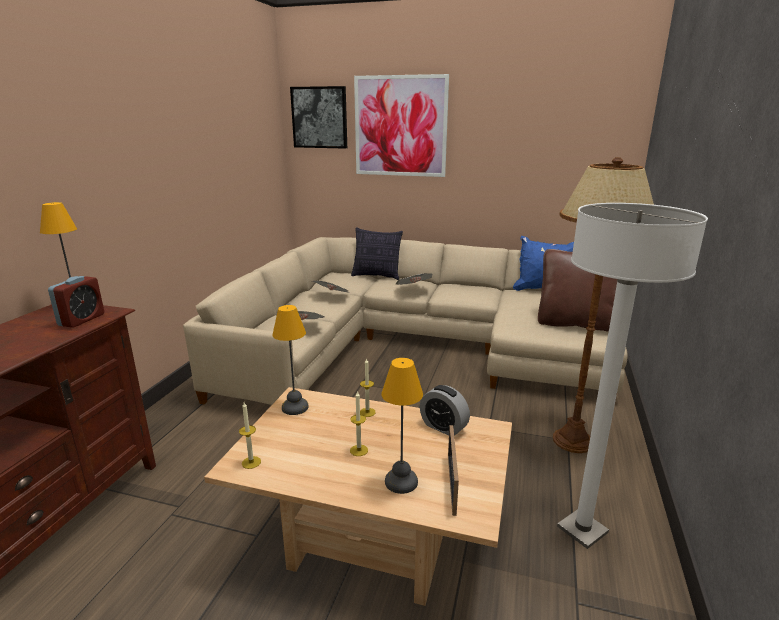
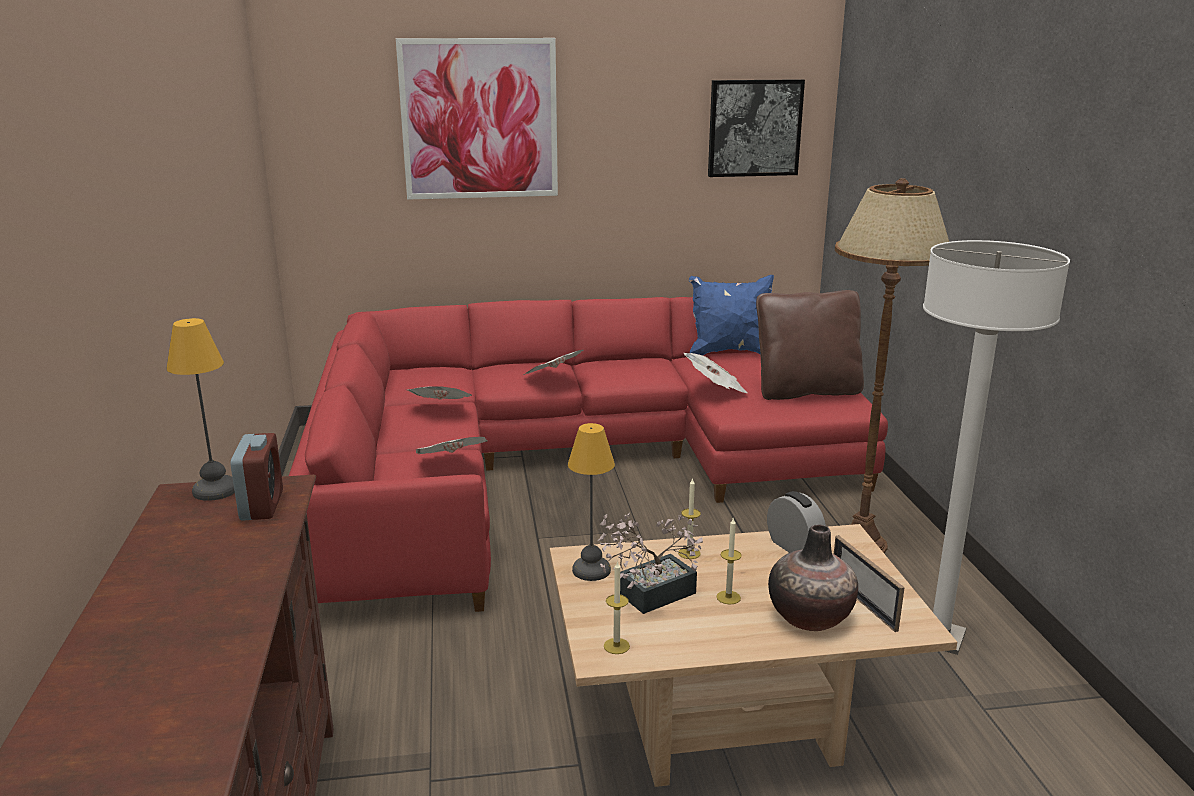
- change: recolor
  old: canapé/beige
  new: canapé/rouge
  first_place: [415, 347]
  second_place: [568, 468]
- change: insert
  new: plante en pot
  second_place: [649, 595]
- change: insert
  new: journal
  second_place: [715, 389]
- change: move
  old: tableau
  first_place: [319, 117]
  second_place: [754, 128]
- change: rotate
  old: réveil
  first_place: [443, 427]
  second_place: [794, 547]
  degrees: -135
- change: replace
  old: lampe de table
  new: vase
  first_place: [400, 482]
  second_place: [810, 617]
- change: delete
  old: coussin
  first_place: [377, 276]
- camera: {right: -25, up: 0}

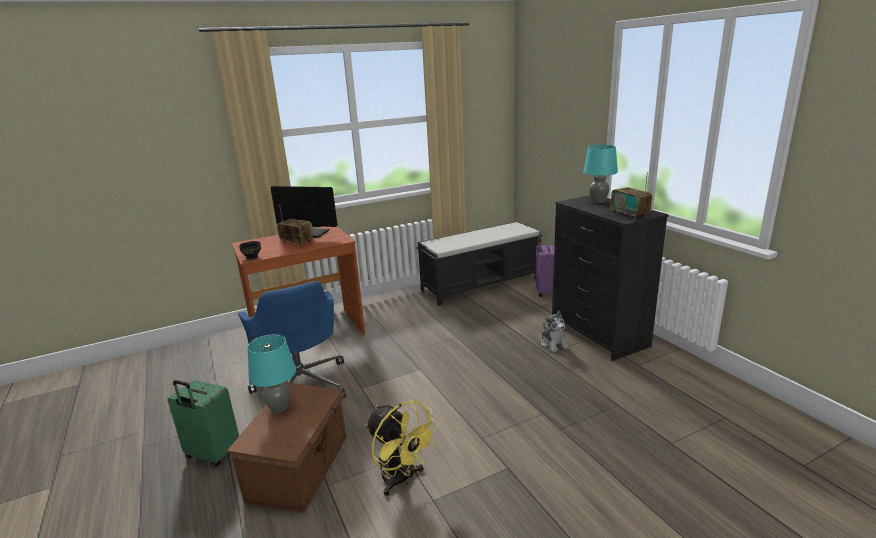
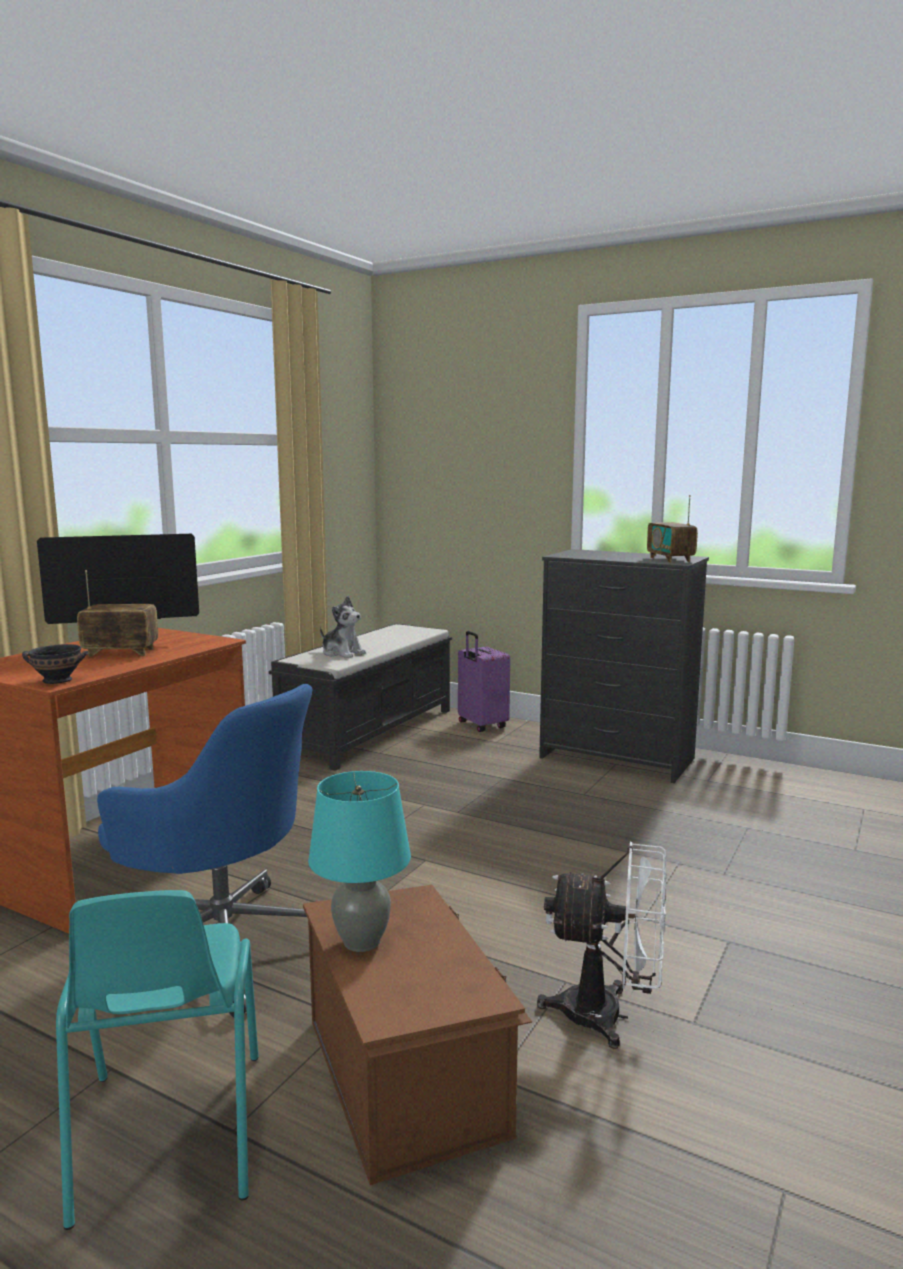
- change: replace
  old: valise/vert
  new: chaise/turquoise
  first_place: [212, 455]
  second_place: [168, 1136]
- change: move
  old: peluche
  first_place: [553, 344]
  second_place: [342, 653]
- change: recolor
  old: ventilateur/jaune
  new: ventilateur/blanc
  first_place: [402, 480]
  second_place: [609, 1016]
- change: rotate
  old: radio
  first_place: [629, 215]
  second_place: [670, 559]
  degrees: 45
- change: delete
  old: lampe de table/turquoise
  first_place: [598, 201]
- camera: {right: -35, up: -10}

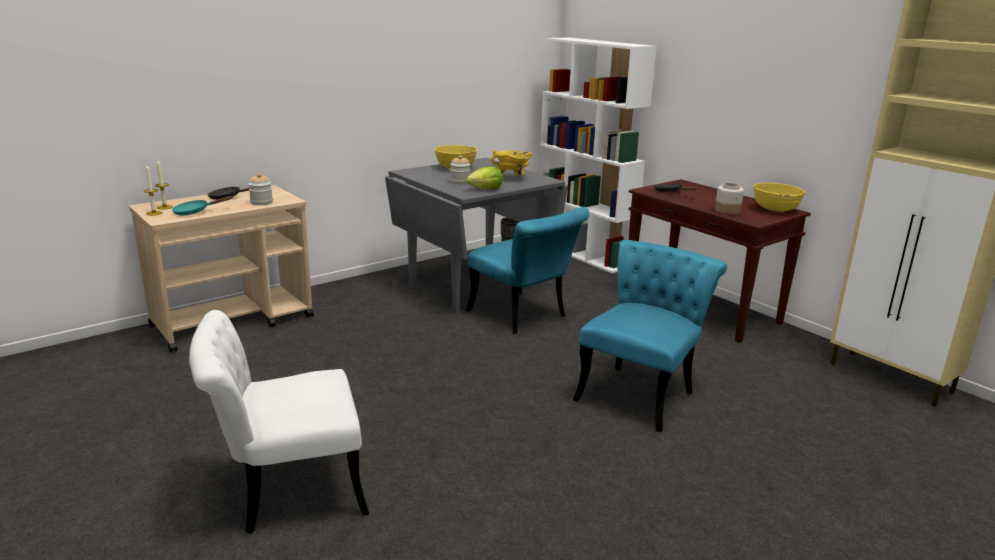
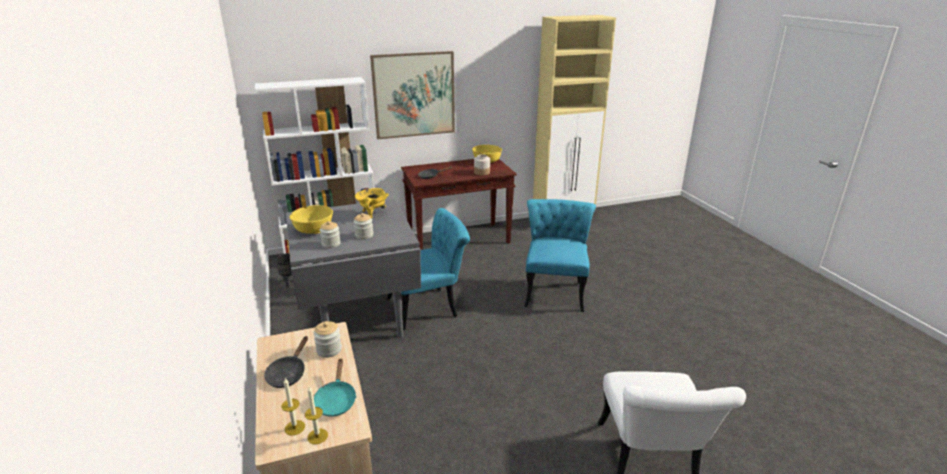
- change: insert
  new: bocal
  second_place: [331, 244]
- change: insert
  new: tableau
  second_place: [414, 95]
- change: rotate
  old: chaise/turquoise
  first_place: [640, 392]
  second_place: [555, 290]
  degrees: 45
- change: delete
  old: laitue
  first_place: [485, 189]
- camera: {right: -70, up: 5}

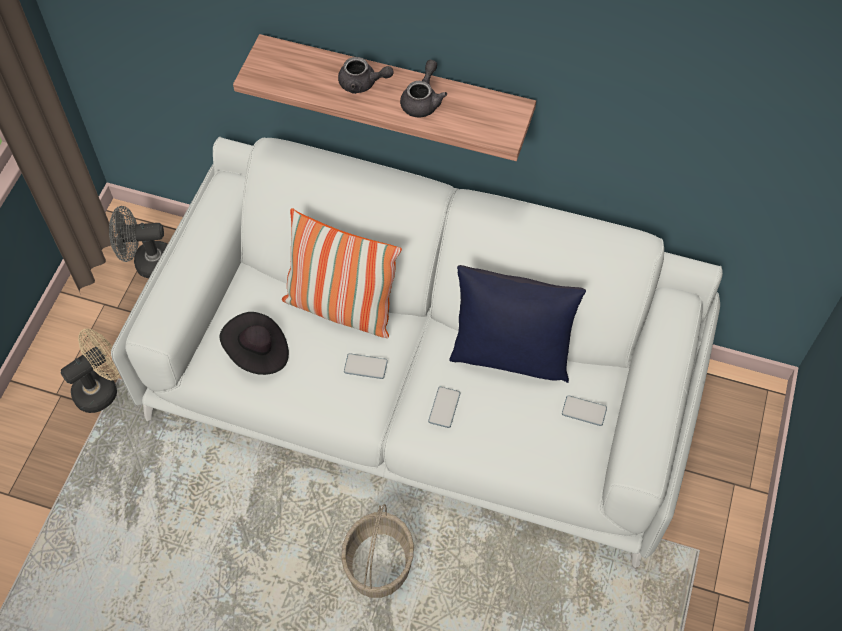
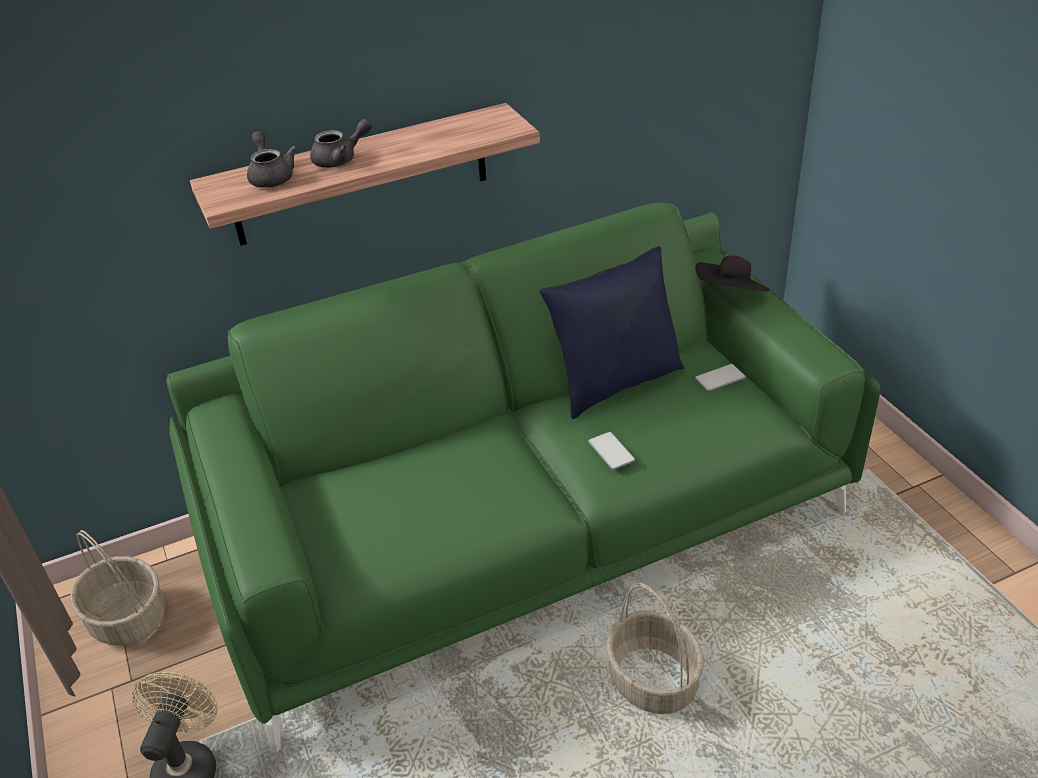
- change: replace
  old: ventilateur/gris
  new: panier
  first_place: [148, 263]
  second_place: [129, 619]
- change: recolor
  old: canapé/blanc
  new: canapé/vert
  first_place: [421, 392]
  second_place: [528, 527]
- change: move
  old: théière/gris
  first_place: [422, 101]
  second_place: [271, 176]
- change: move
  old: chapeau/noir
  first_place: [258, 353]
  second_place: [730, 295]
- change: delete
  old: coussin
  first_place: [341, 308]
- change: delete
  old: téléphone
  first_place: [365, 366]
- camera: {right: -40, up: -20}

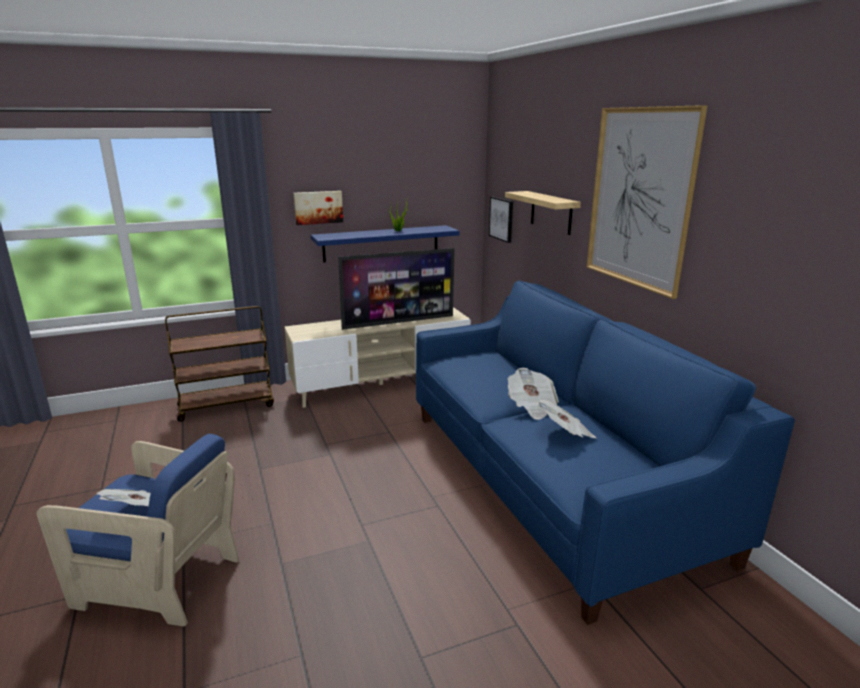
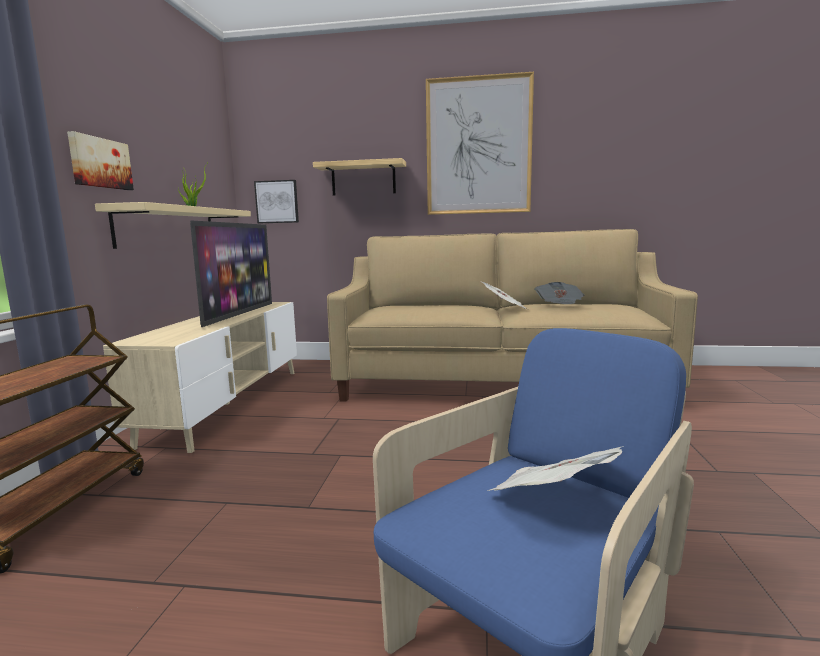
- change: recolor
  old: étagère/bleu
  new: étagère/beige
  first_place: [381, 243]
  second_place: [168, 227]
- change: recolor
  old: canapé/bleu
  new: canapé/beige
  first_place: [551, 479]
  second_place: [498, 382]
- camera: {right: -60, up: -10}

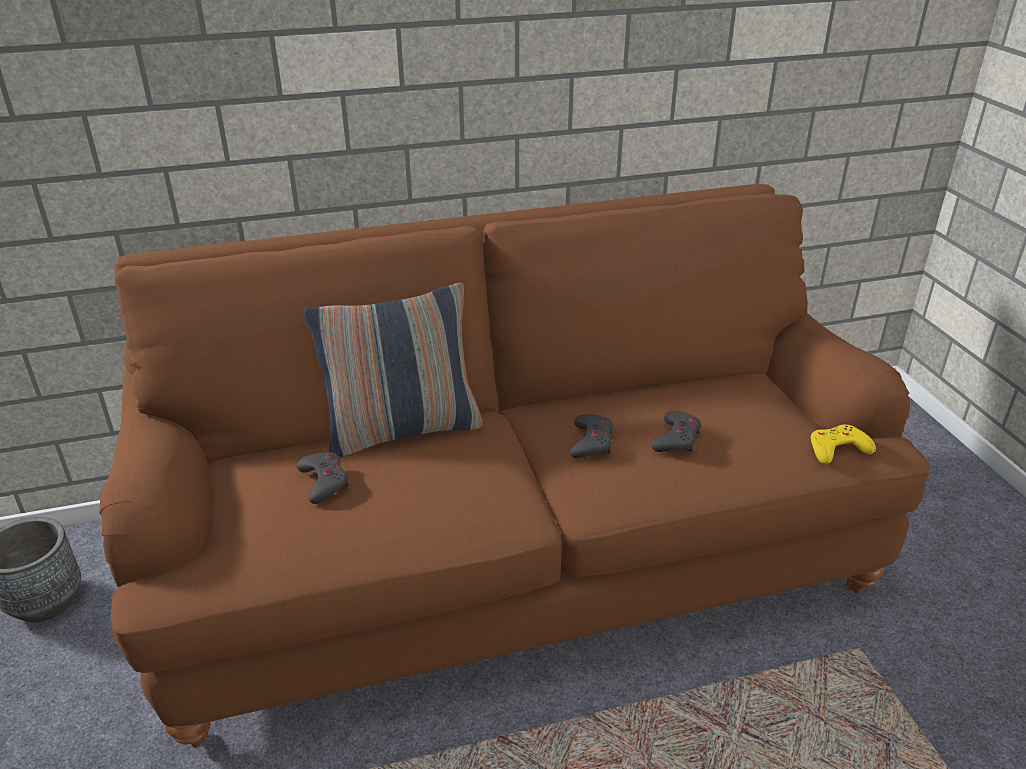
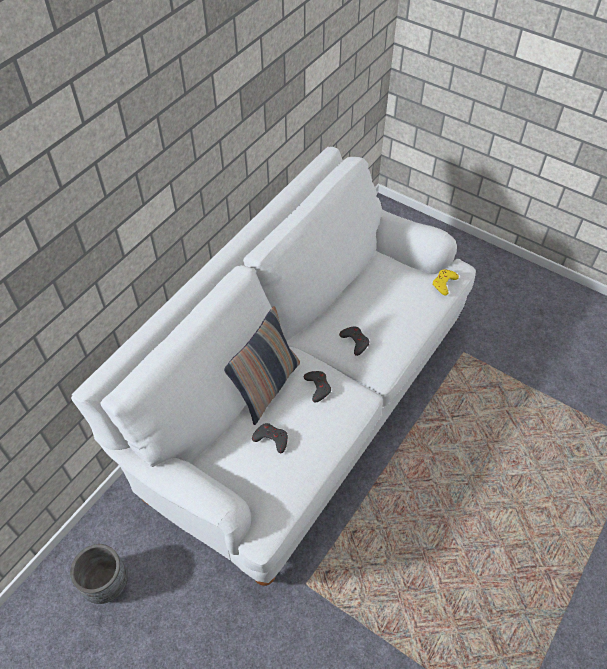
- change: recolor
  old: canapé/marron
  new: canapé/blanc
  first_place: [513, 559]
  second_place: [302, 402]
- change: move
  old: manette/gris
  first_place: [676, 438]
  second_place: [318, 387]
- camera: {right: -40, up: 20}

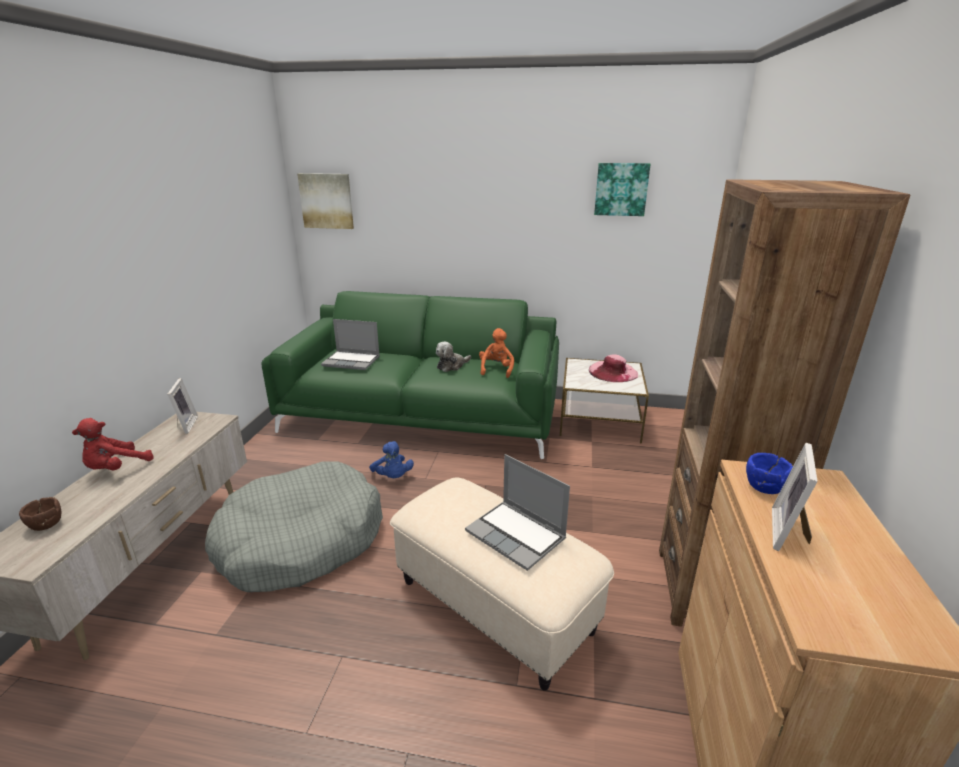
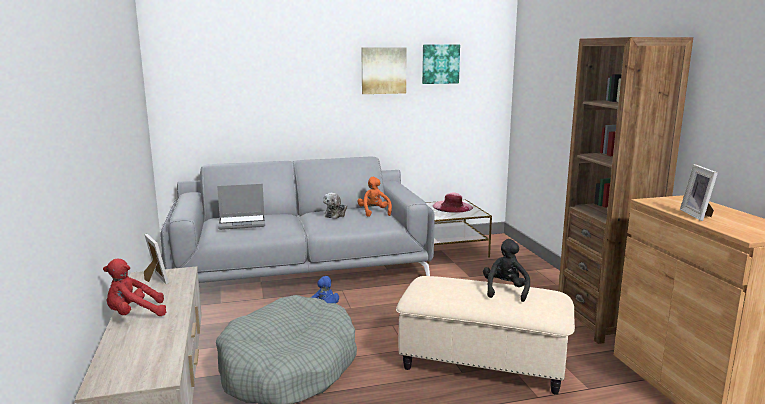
- change: rotate
  old: peluche/rouge
  first_place: [116, 468]
  second_place: [134, 314]
  degrees: 60
- change: recolor
  old: canapé/vert
  new: canapé/gris
  first_place: [422, 416]
  second_place: [301, 270]
- change: move
  old: tableau
  first_place: [327, 201]
  second_place: [383, 70]
- change: replace
  old: ordinateur portable
  new: peluche/noir
  first_place: [517, 535]
  second_place: [505, 291]
- change: delete
  old: bol/marron
  first_place: [46, 524]
- change: delete
  old: bol/bleu
  first_place: [764, 487]
- camera: {right: -25, up: -10}

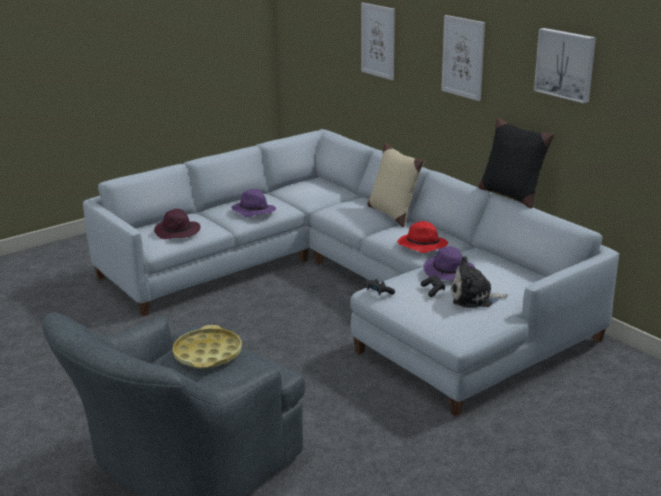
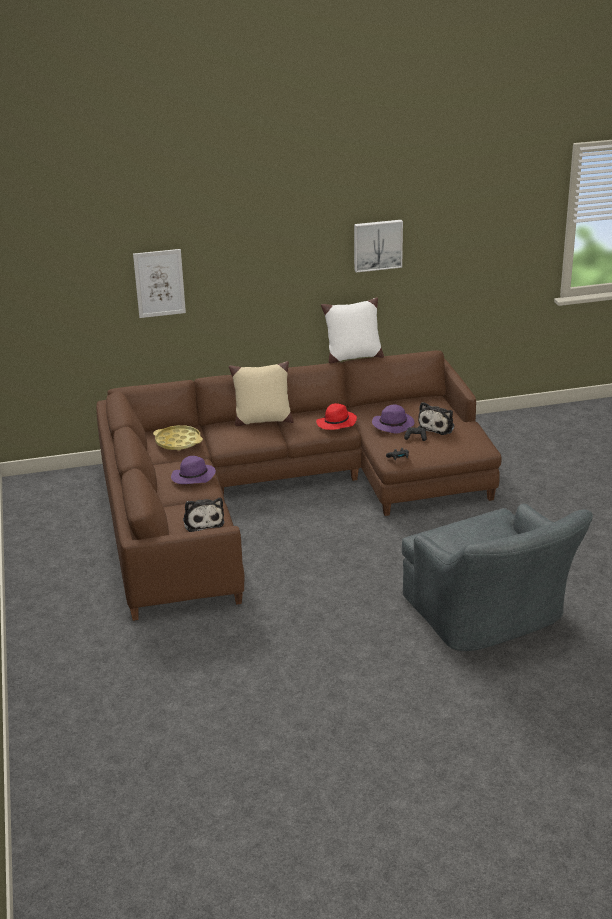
- change: recolor
  old: canapé/gris
  new: canapé/marron
  first_place: [350, 286]
  second_place: [278, 493]
- change: move
  old: plateau/jaune
  first_place: [207, 354]
  second_place: [178, 442]
- change: replace
  old: chapeau/violet
  new: peluche
  first_place: [178, 232]
  second_place: [203, 521]
- change: recolor
  old: coussin/noir
  new: coussin/blanc
  first_place: [510, 195]
  second_place: [353, 357]
- change: delete
  old: tableau
  first_place: [463, 57]
- camera: {right: -65, up: 5}

